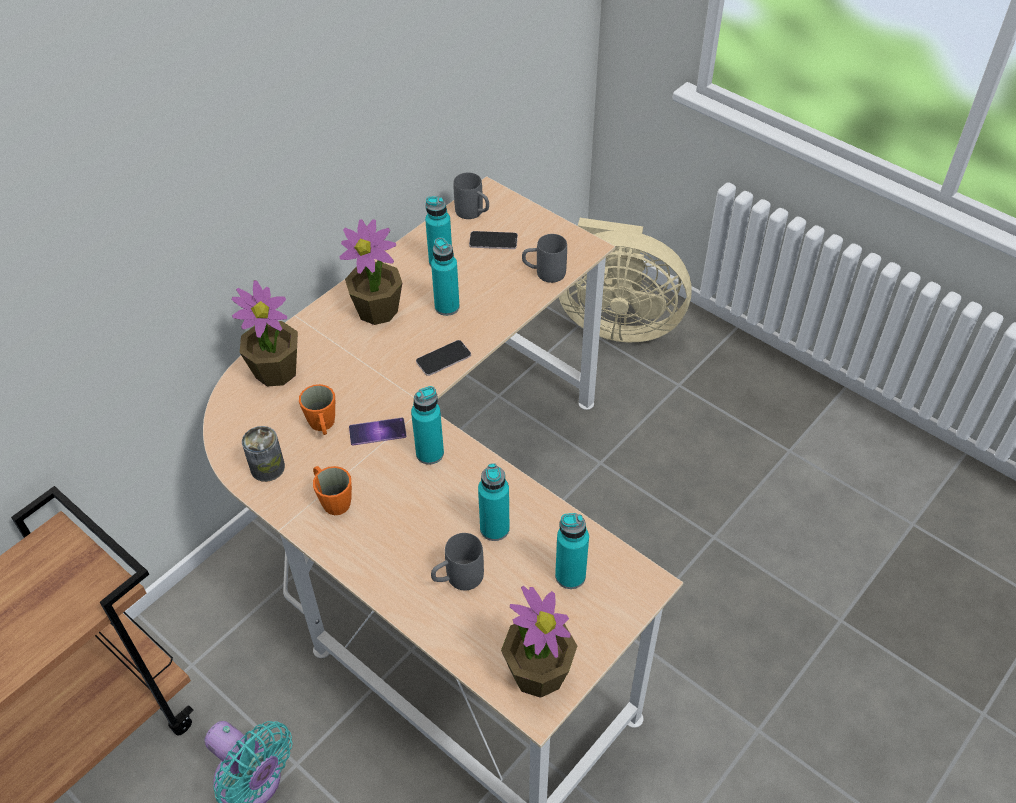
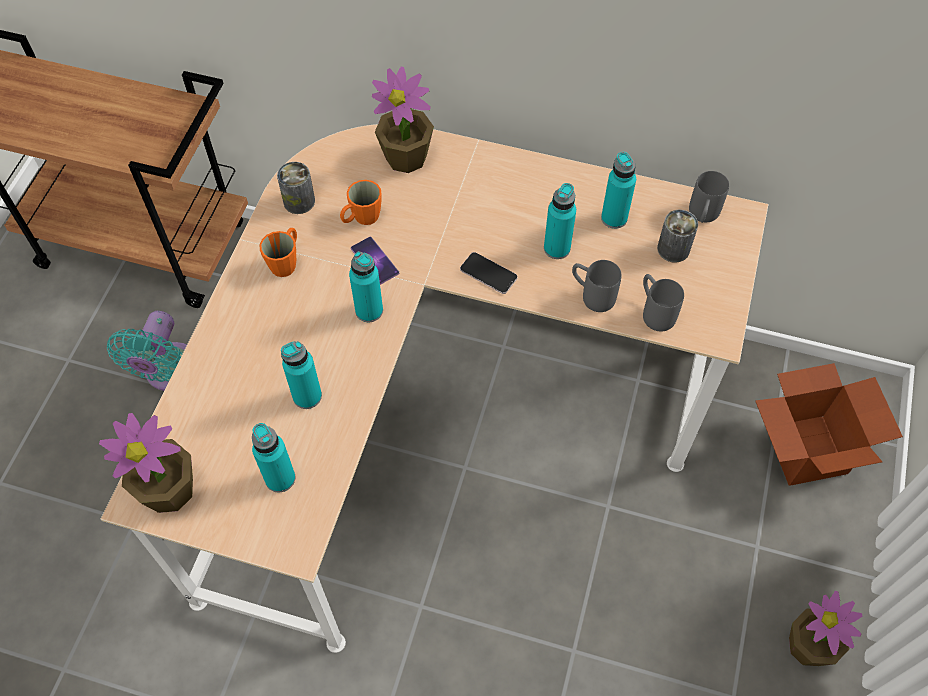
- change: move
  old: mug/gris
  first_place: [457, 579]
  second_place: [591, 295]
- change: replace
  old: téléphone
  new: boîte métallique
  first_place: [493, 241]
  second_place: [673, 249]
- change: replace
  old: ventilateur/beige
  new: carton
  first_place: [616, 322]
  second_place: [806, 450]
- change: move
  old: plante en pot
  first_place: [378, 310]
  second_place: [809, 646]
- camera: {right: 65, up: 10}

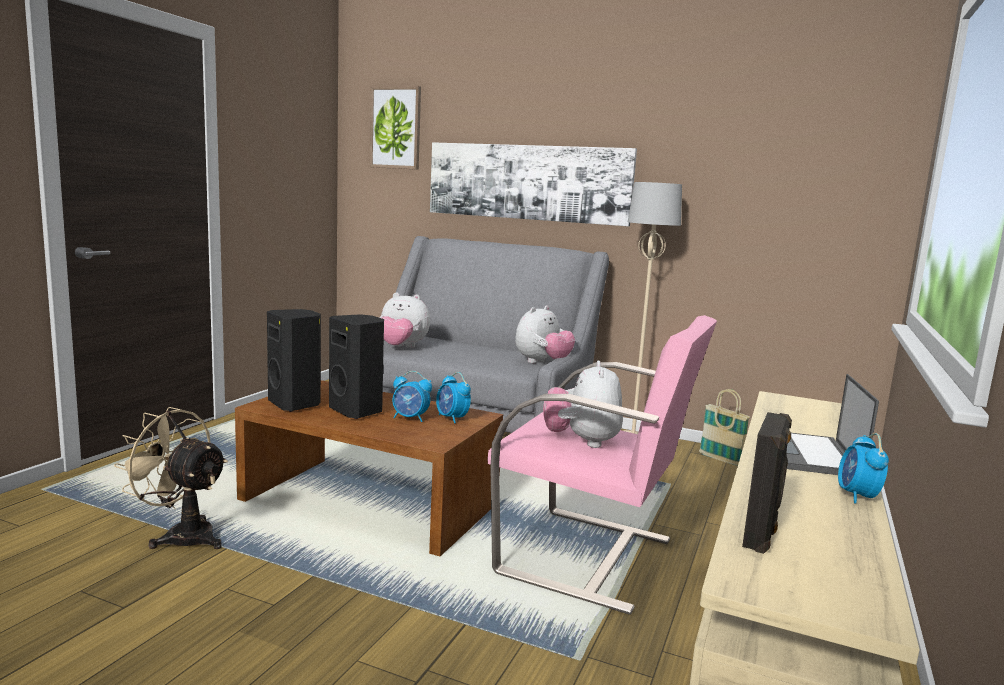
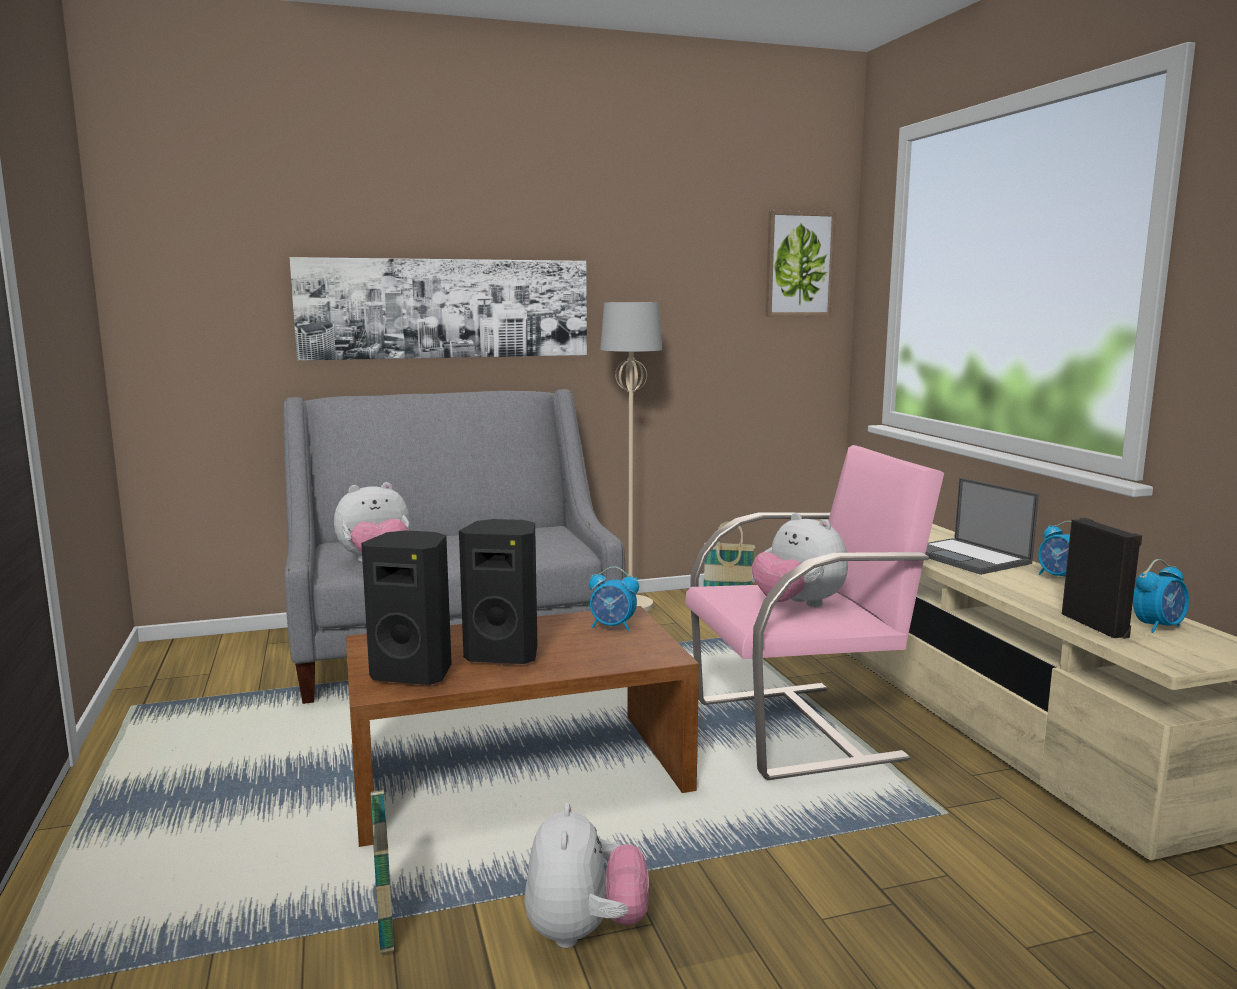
- change: replace
  old: ventilateur/beige
  new: panier
  first_place: [182, 535]
  second_place: [385, 922]
- change: move
  old: peluche
  first_place: [542, 363]
  second_place: [585, 931]
- change: move
  old: tableau
  first_place: [396, 128]
  second_place: [799, 264]
- change: move
  old: réveil
  first_place: [410, 418]
  second_place: [1158, 627]
- camera: {right: -40, up: 0}

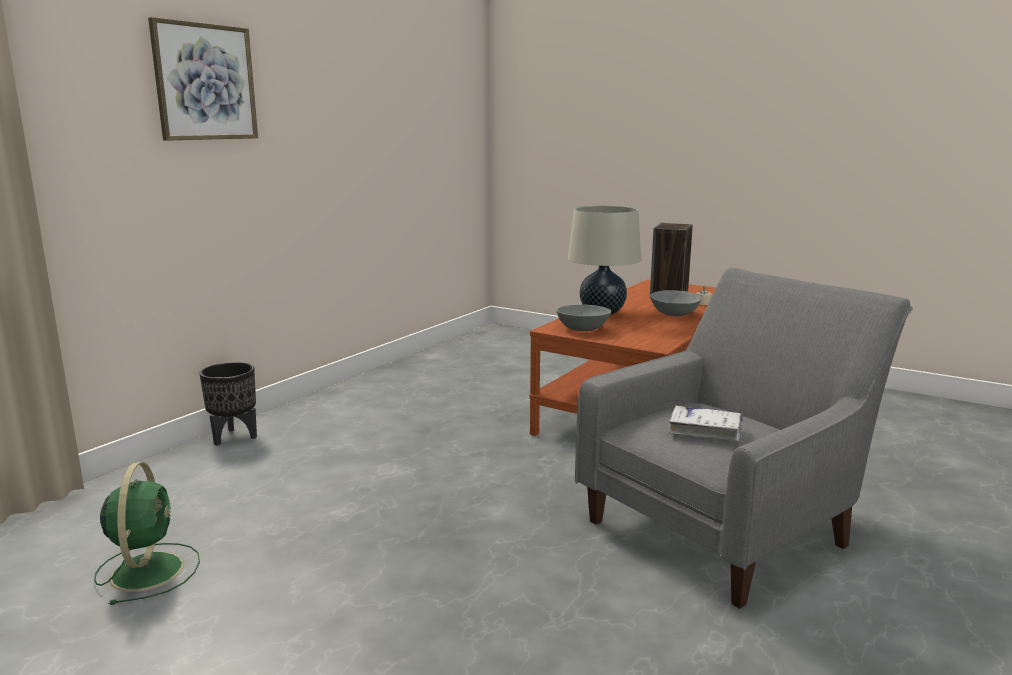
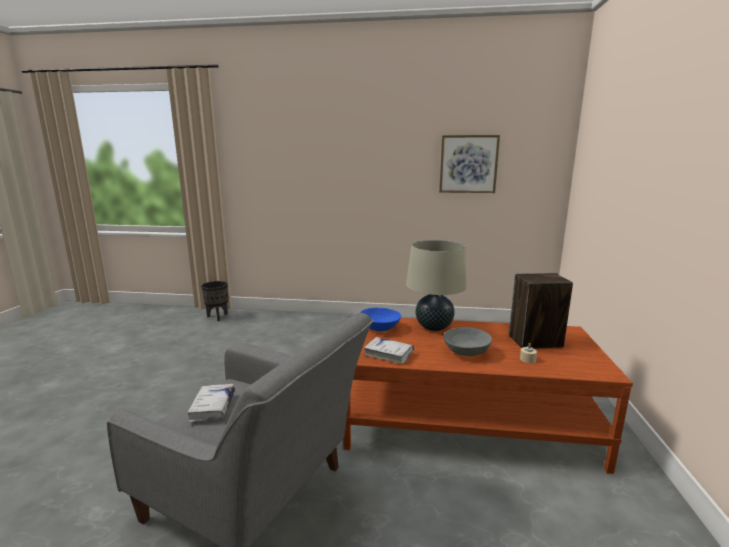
- change: move
  old: cache-pot/noir
  first_place: [234, 437]
  second_place: [218, 317]
- change: recolor
  old: bol/gris
  new: bol/bleu
  first_place: [583, 329]
  second_place: [379, 328]
- change: insert
  new: livre/blanc
  second_place: [389, 354]
- change: move
  old: tableau
  first_place: [205, 82]
  second_place: [468, 164]
- change: delete
  old: ventilateur/vert
  first_place: [148, 570]
- camera: {right: 65, up: 0}

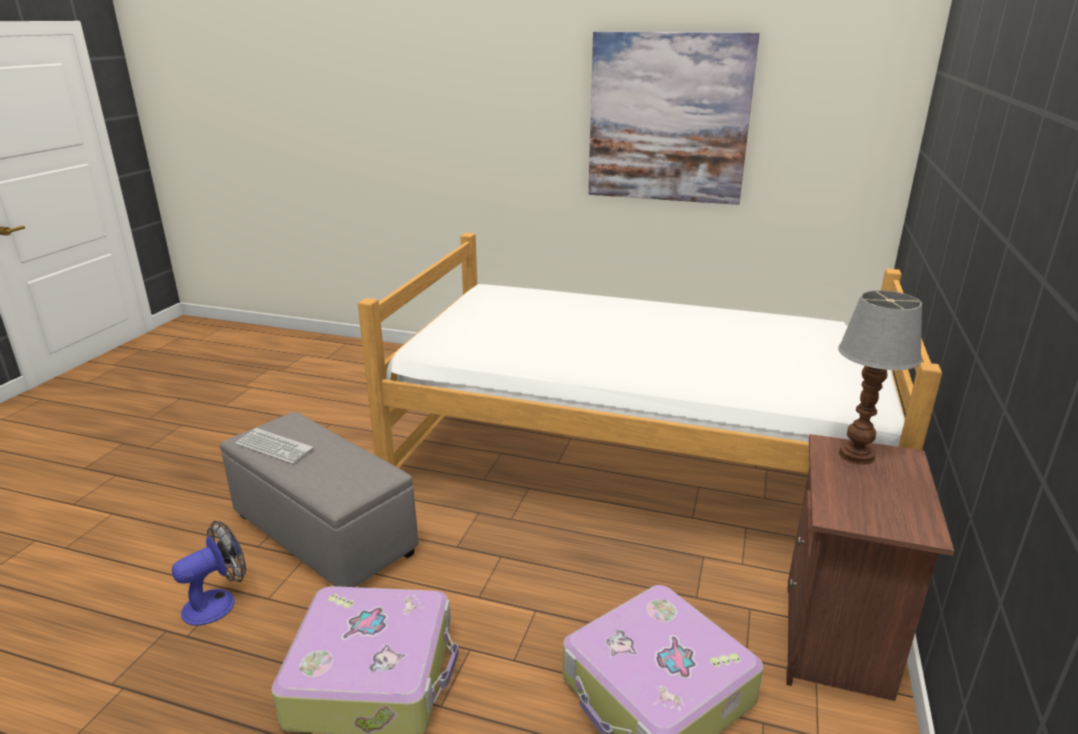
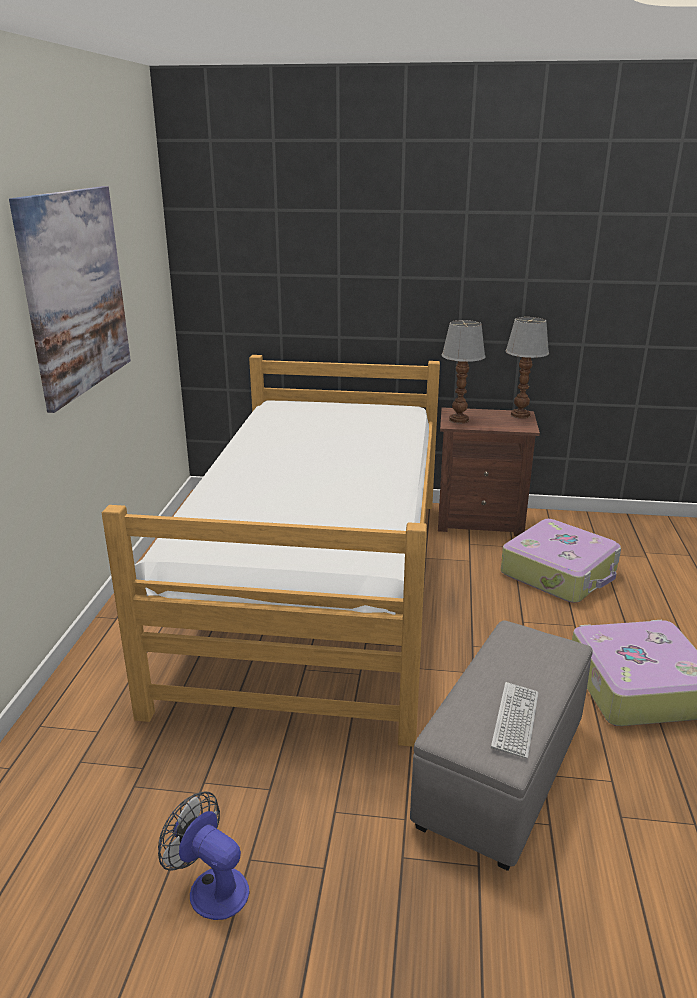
- change: move
  old: ventilateur
  first_place: [218, 602]
  second_place: [210, 887]
- change: insert
  new: lampe de table
  second_place: [521, 415]
- camera: {right: -100, up: 0}

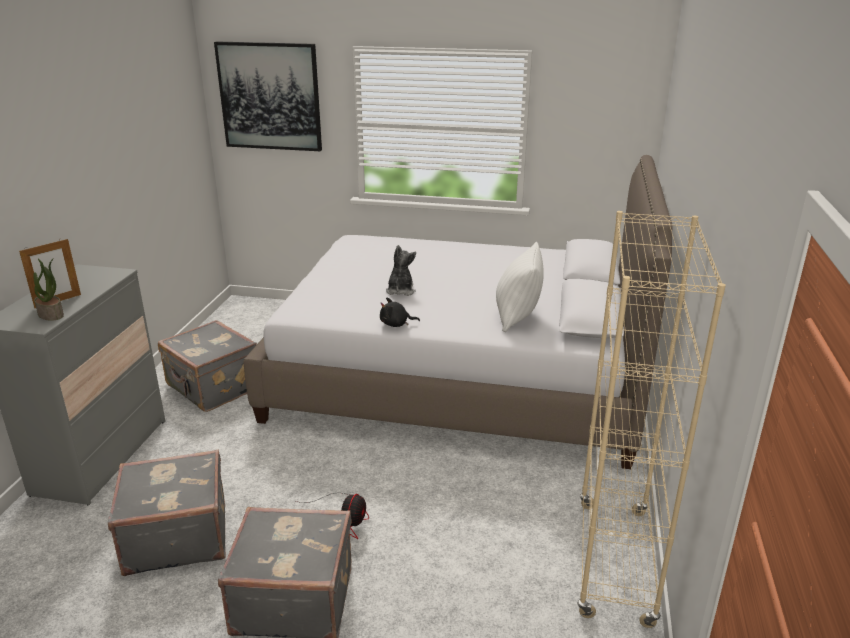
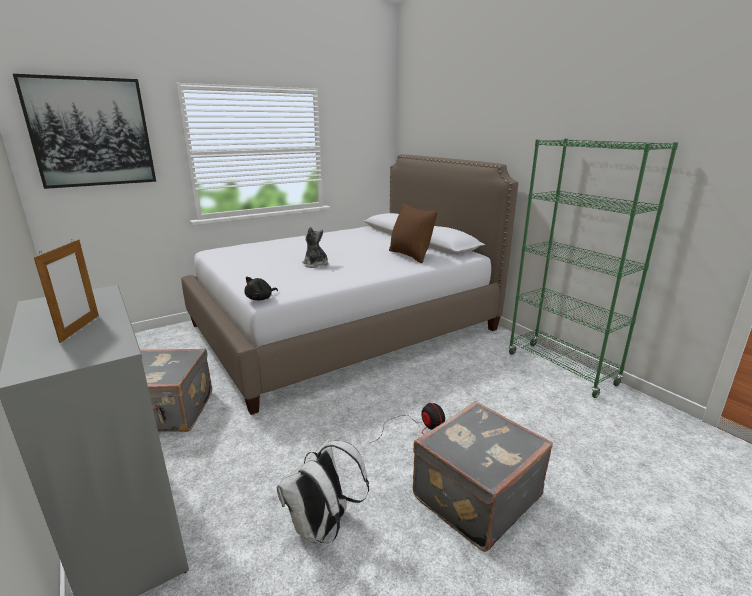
- change: move
  old: peluche/noir
  first_place: [396, 324]
  second_place: [261, 298]
- change: replace
  old: valise/gris
  new: sac à dos/blanc
  first_place: [176, 536]
  second_place: [323, 527]
- change: recolor
  old: coussin/blanc
  new: coussin/marron
  first_place: [517, 316]
  second_place: [410, 256]
- change: recolor
  old: bibliothèque/beige
  new: bibliothèque/vert
  first_place: [614, 562]
  second_place: [561, 369]
- change: delete
  old: plante en pot
  first_place: [51, 314]
- camera: {right: -45, up: -5}

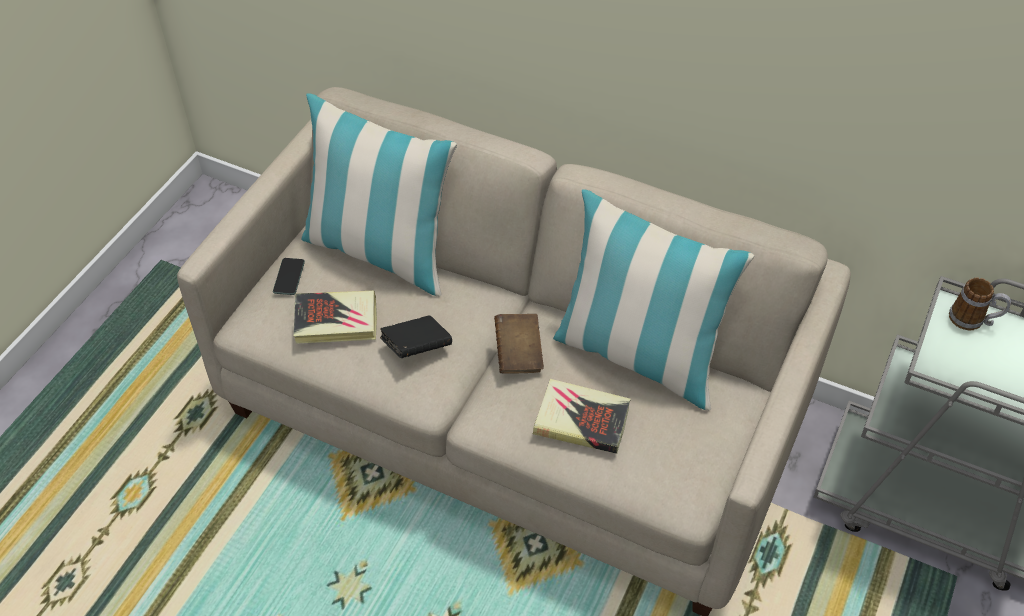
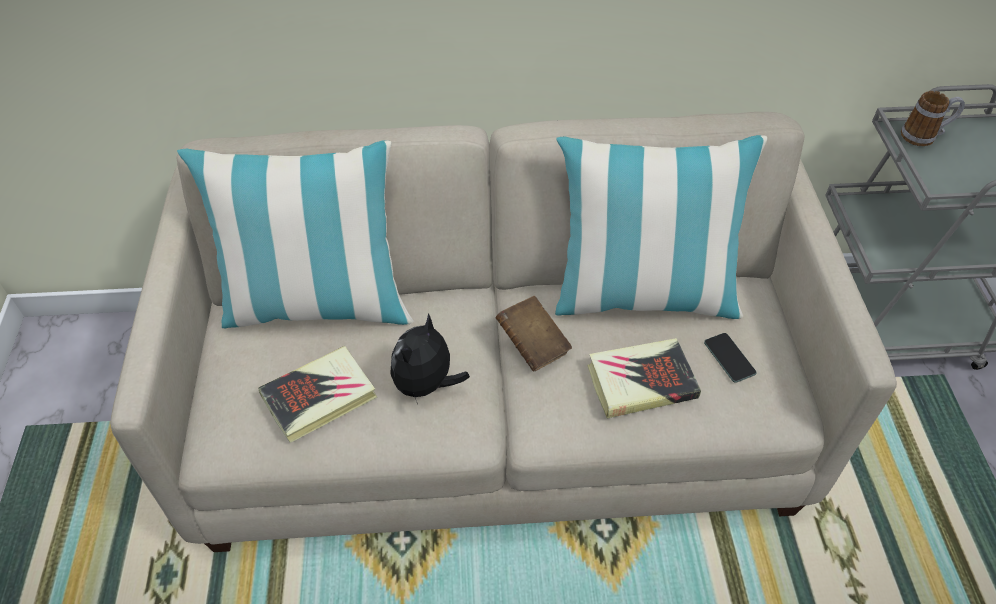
- change: replace
  old: livre/noir
  new: peluche
  first_place: [416, 347]
  second_place: [426, 385]
- change: move
  old: téléphone
  first_place: [289, 277]
  second_place: [729, 358]
- camera: {right: -30, up: 0}

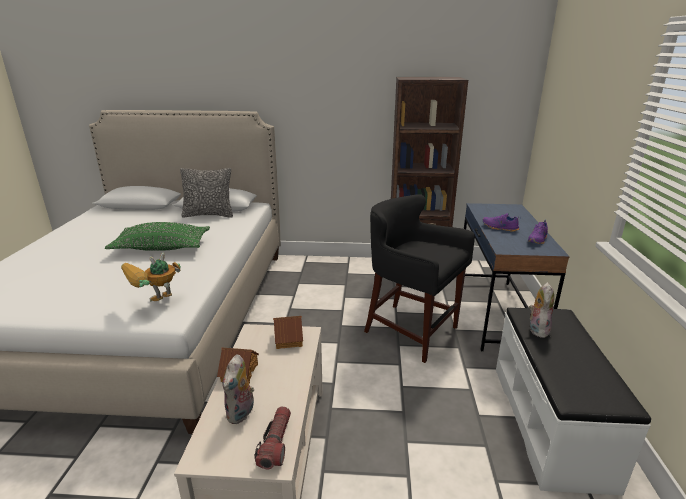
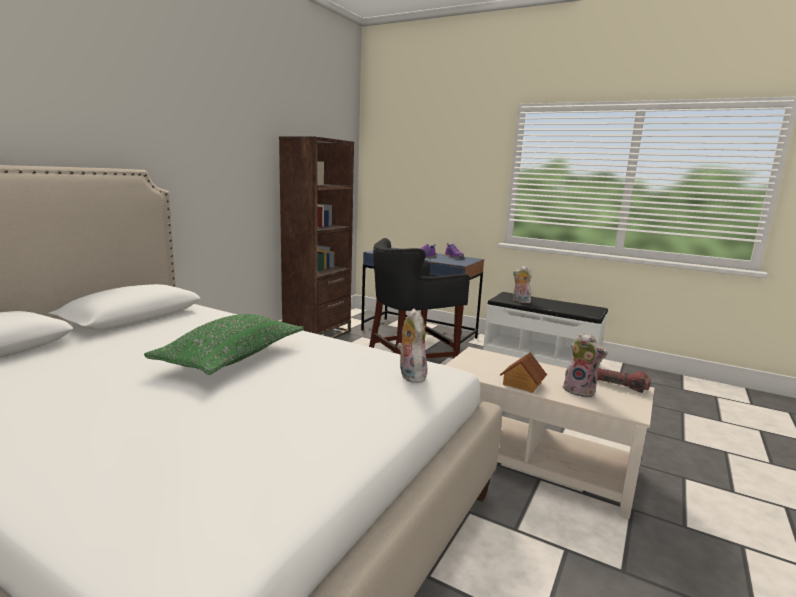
- change: replace
  old: robot jouet
  new: peluche
  first_place: [156, 304]
  second_place: [410, 375]
- change: delete
  old: coussin
  first_place: [209, 215]
- change: delete
  old: maison miniature
  first_place: [288, 339]
- camera: {right: -65, up: -10}

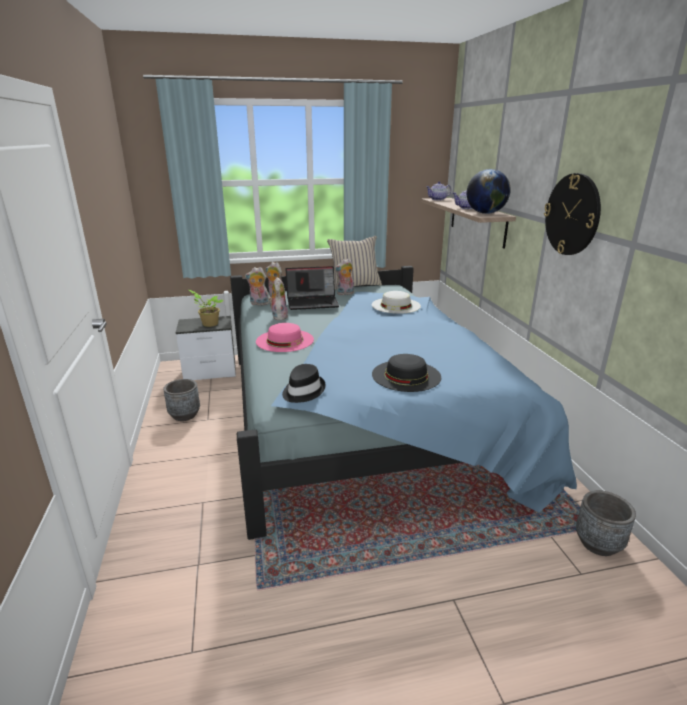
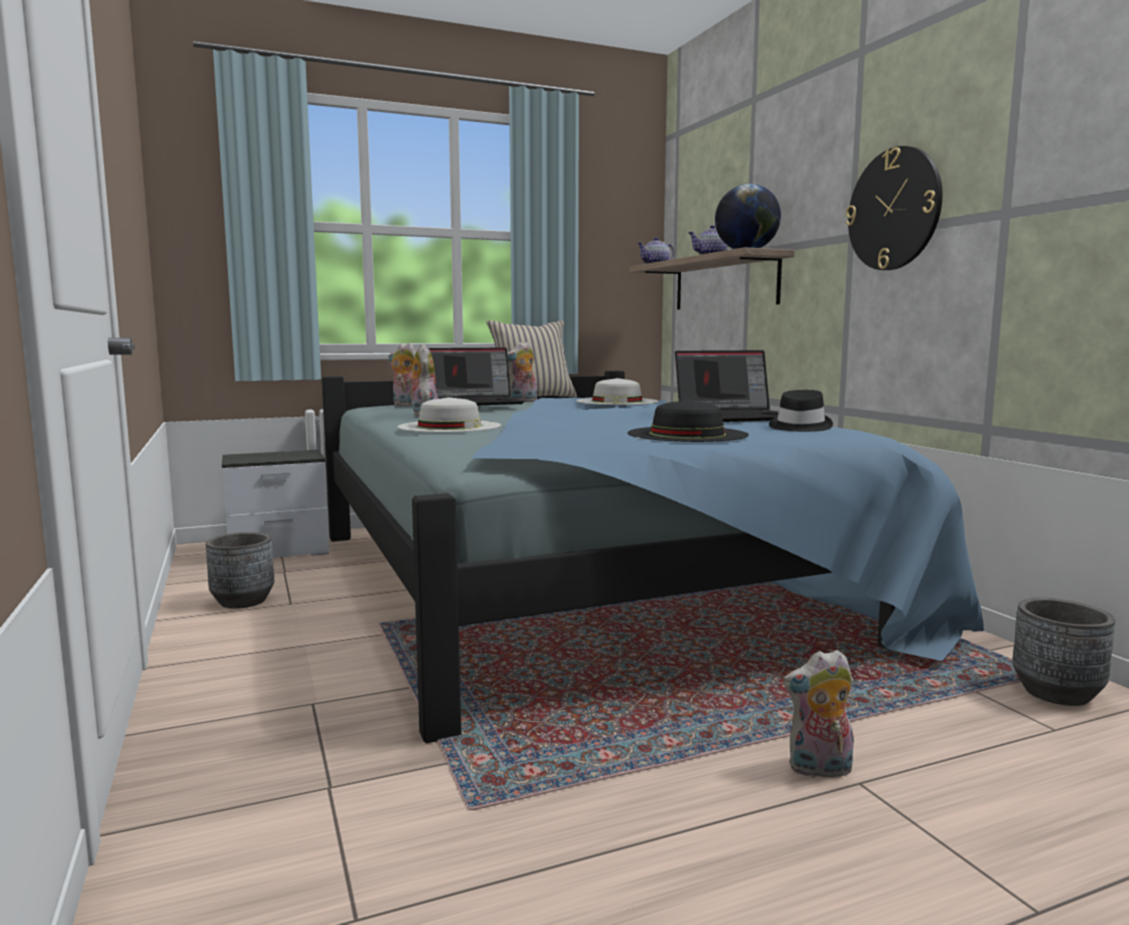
- change: recolor
  old: chapeau/rose
  new: chapeau/blanc
  first_place: [285, 340]
  second_place: [449, 426]
- change: insert
  new: ordinateur portable
  second_place: [736, 417]
- change: move
  old: chapeau/noir
  first_place: [302, 391]
  second_place: [799, 427]
- change: move
  old: peluche
  first_place: [258, 304]
  second_place: [819, 770]
- change: delete
  old: plante en pot
  first_place: [209, 324]
- camera: {right: -10, up: -15}

